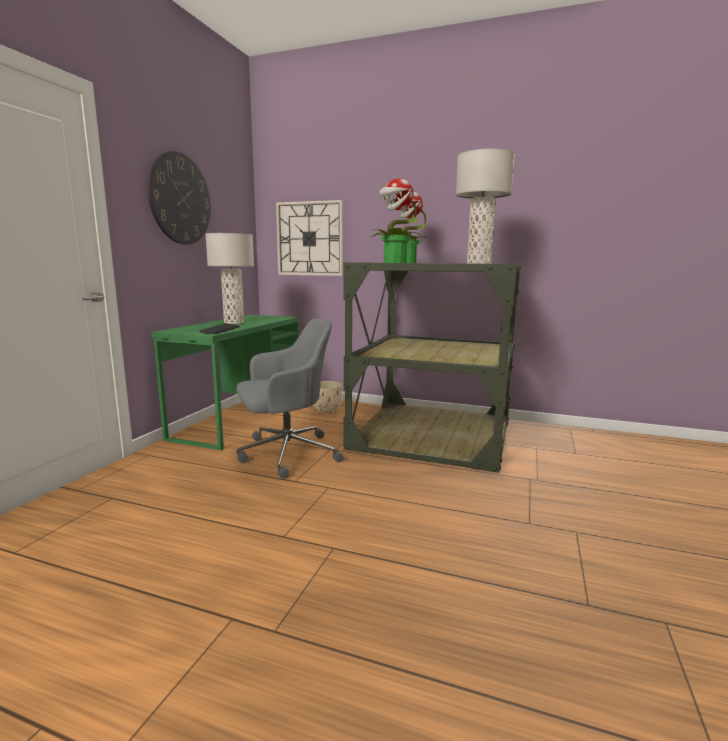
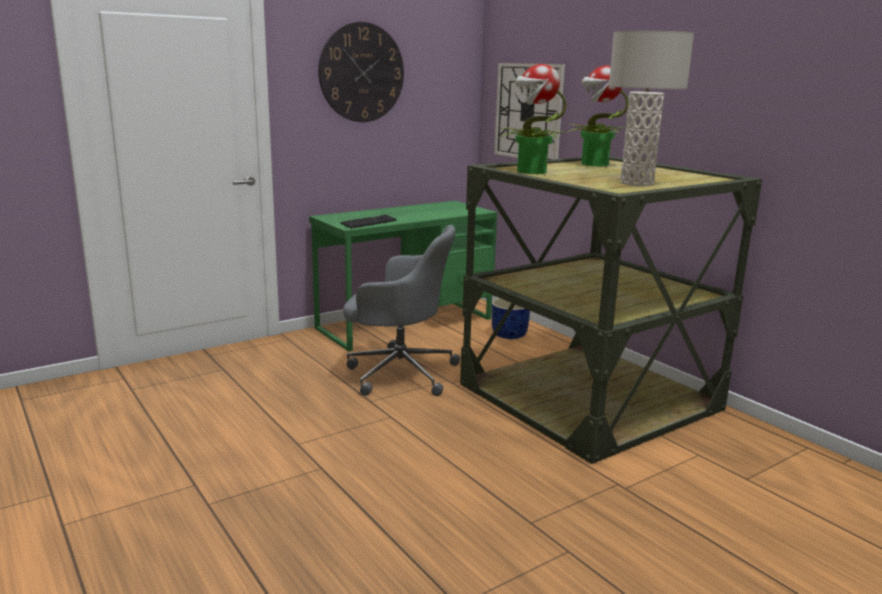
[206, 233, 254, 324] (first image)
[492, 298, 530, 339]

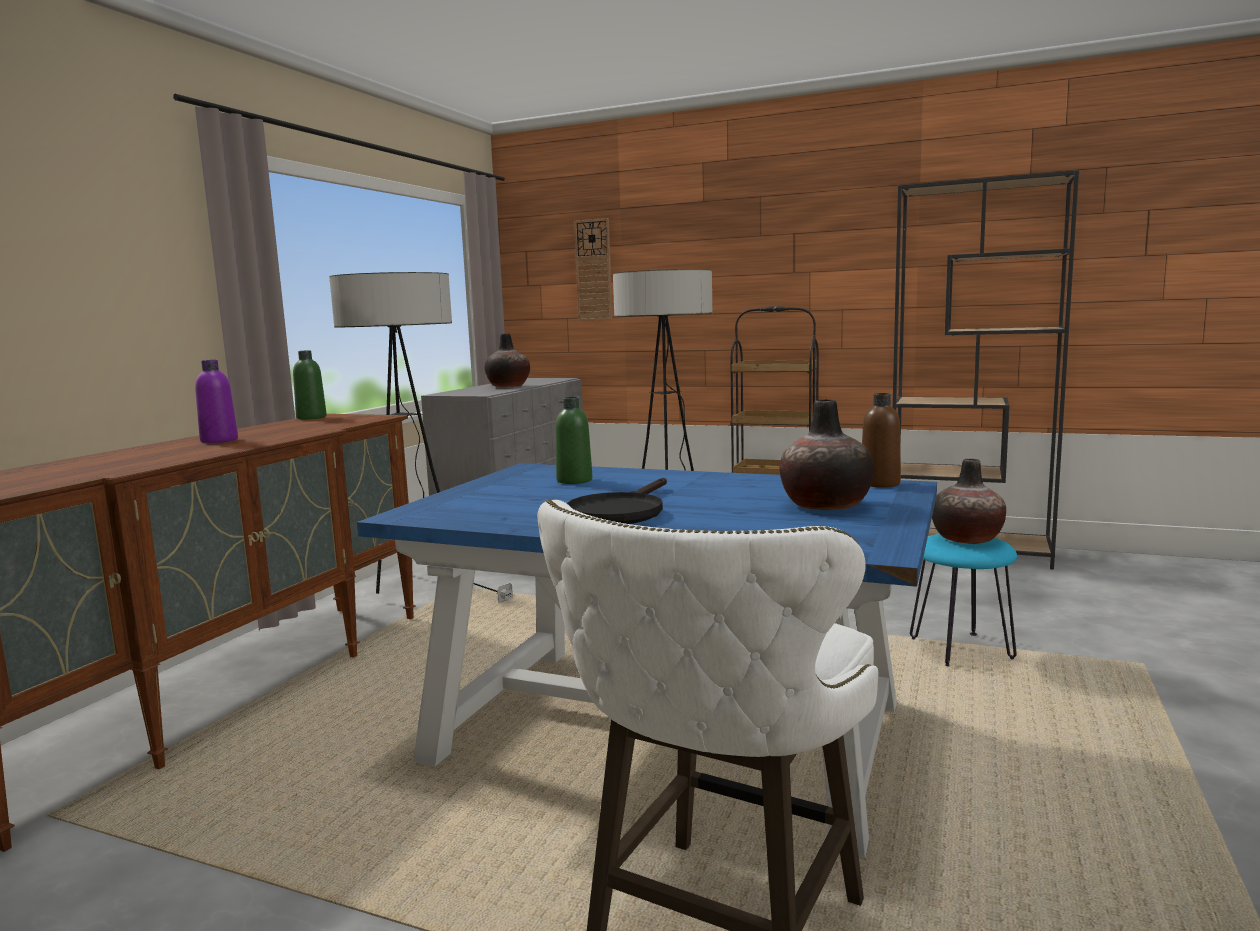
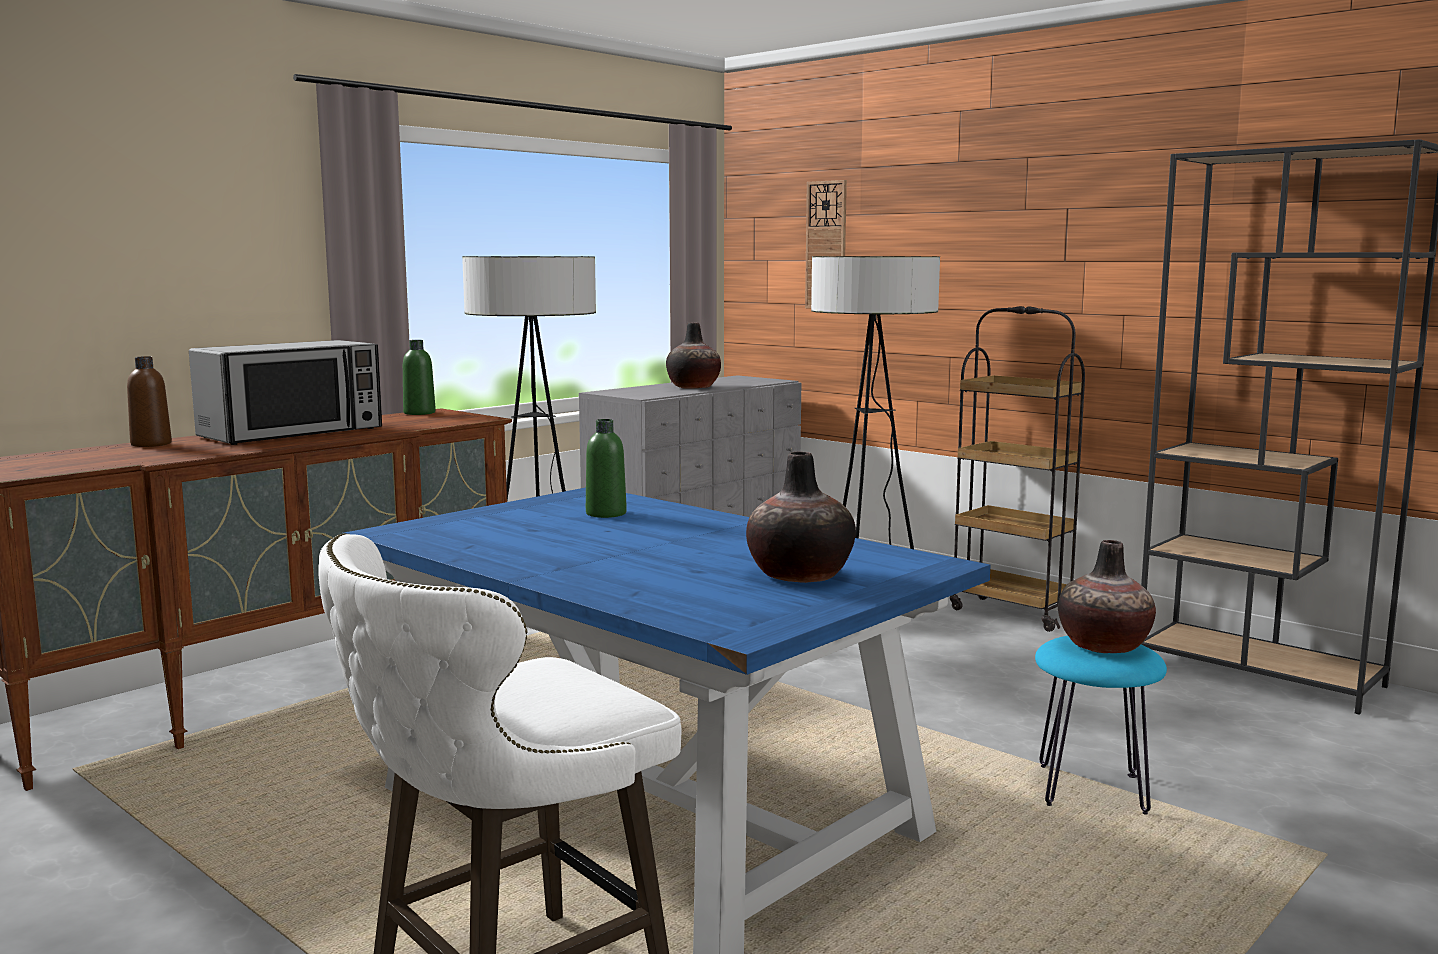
[567, 478, 667, 524] (first image)
[127, 356, 172, 447]
[189, 340, 382, 445]

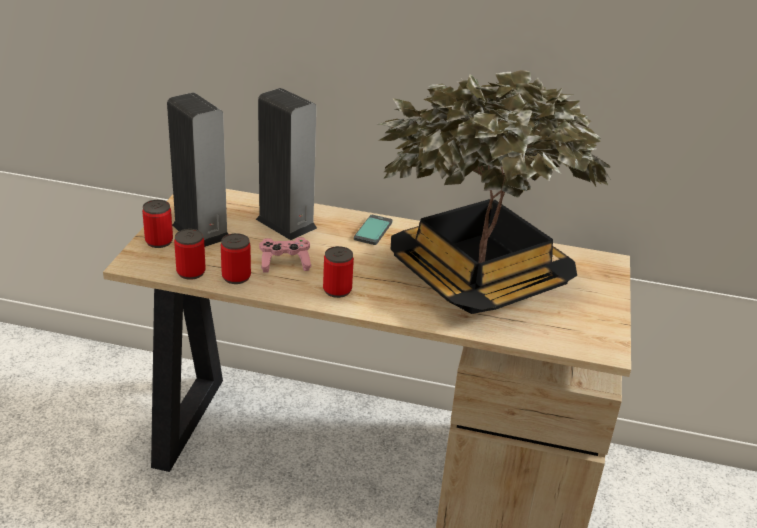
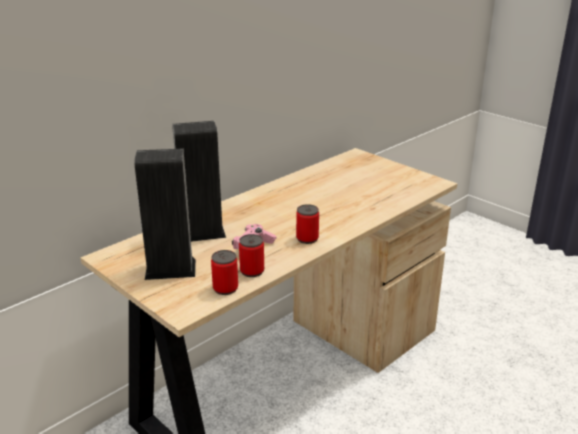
[142, 200, 173, 248] (first image)
[354, 215, 392, 245] (first image)
[378, 70, 611, 314] (first image)

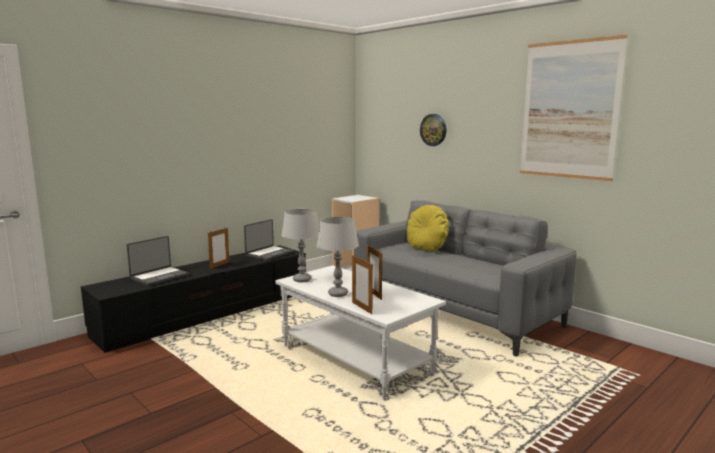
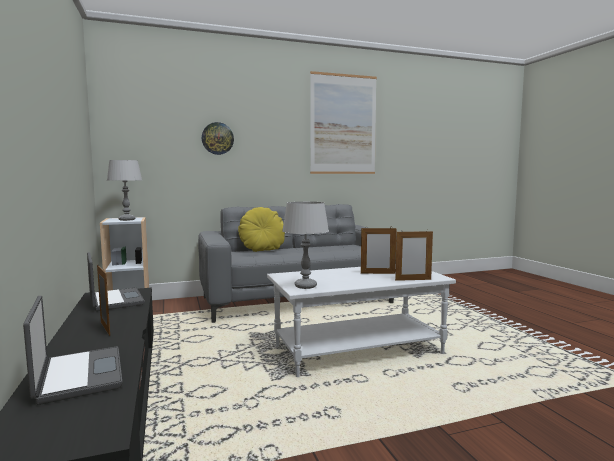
[107, 160, 142, 221]

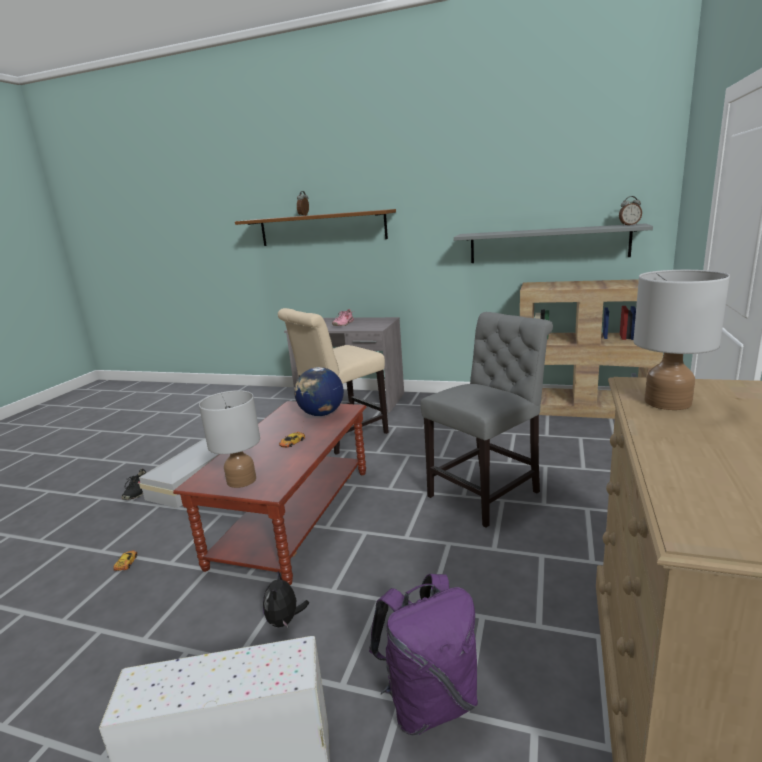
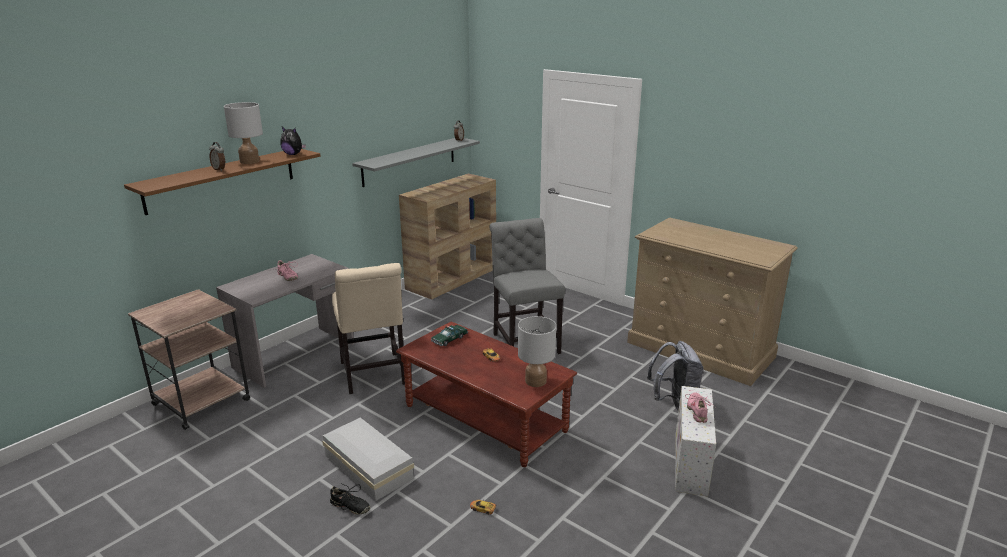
[128, 289, 251, 430]
[685, 393, 716, 423]
[280, 127, 306, 155]
[224, 102, 263, 164]
[431, 325, 468, 346]
[647, 341, 704, 411]

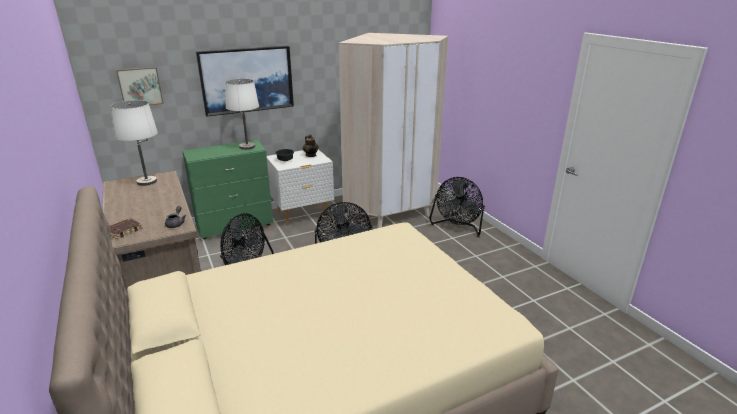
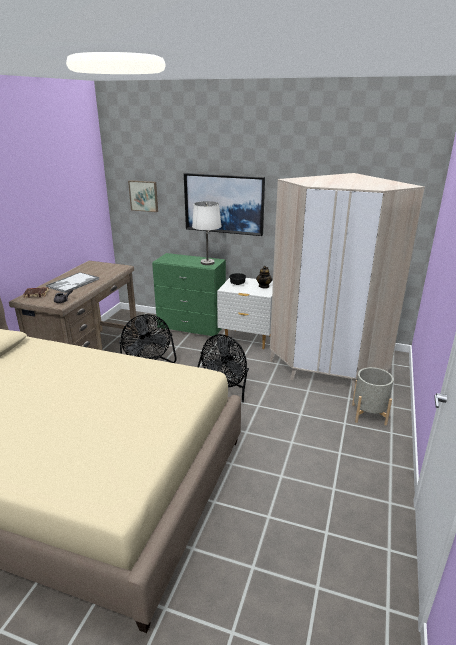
[110, 100, 158, 186] (first image)
[46, 272, 99, 293]
[352, 367, 394, 425]

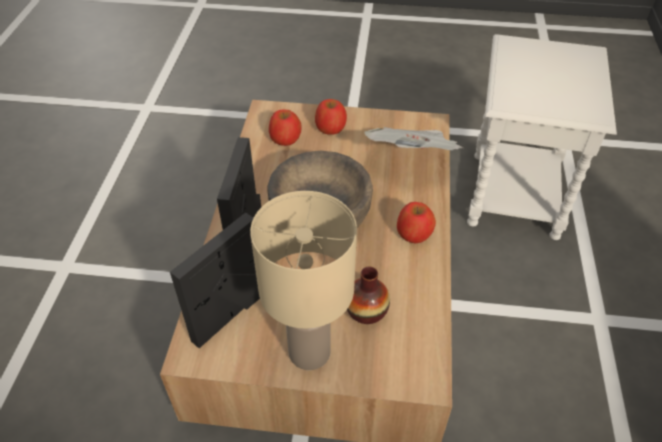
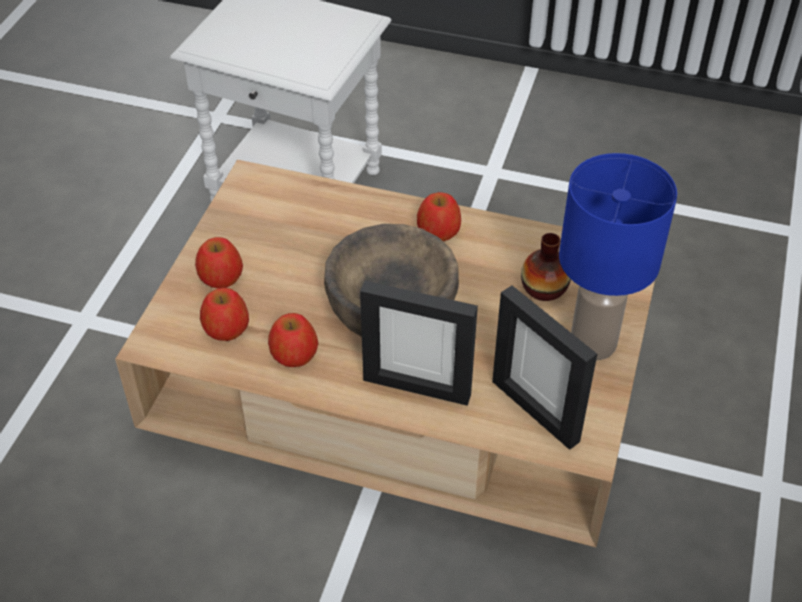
[365, 127, 463, 150] (first image)
[268, 313, 318, 367]
[559, 153, 677, 360]

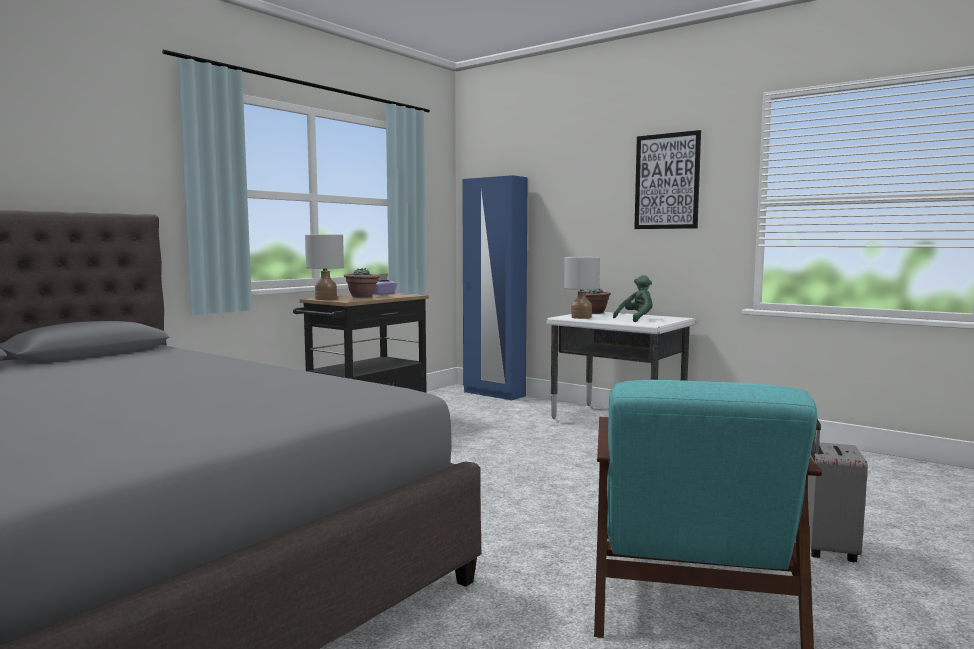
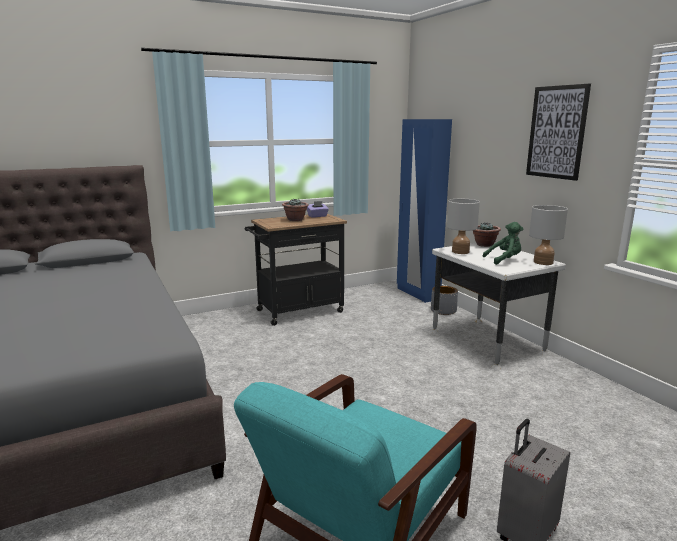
[431, 286, 458, 315]
[529, 205, 568, 265]

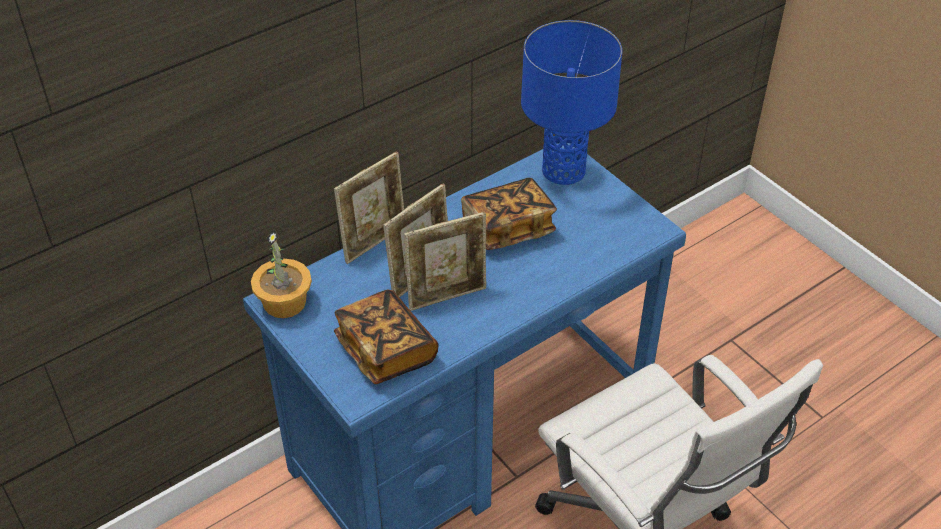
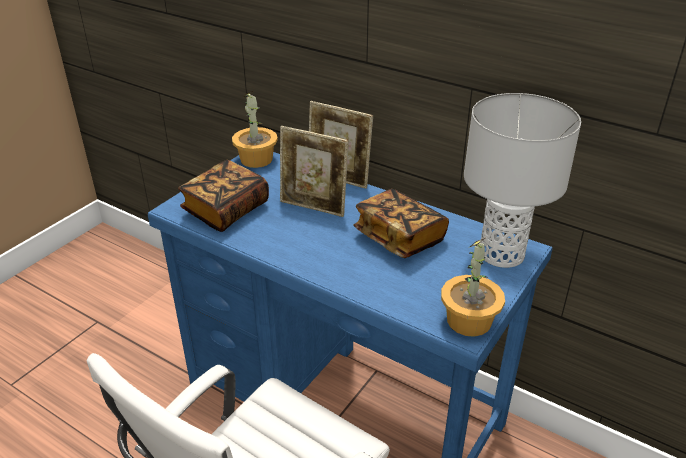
[404, 212, 486, 311] (first image)
[441, 238, 505, 337]
[464, 93, 581, 268]

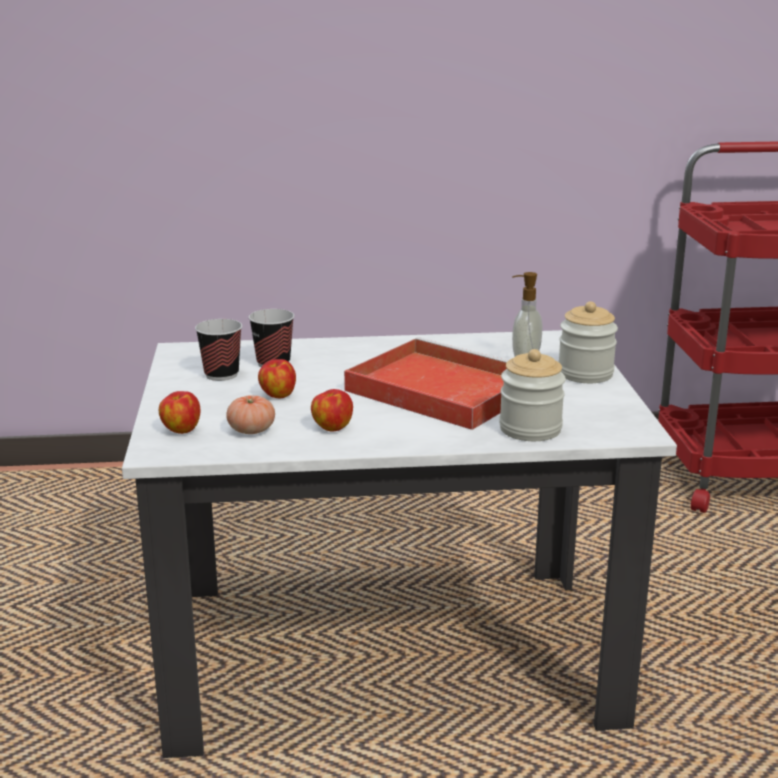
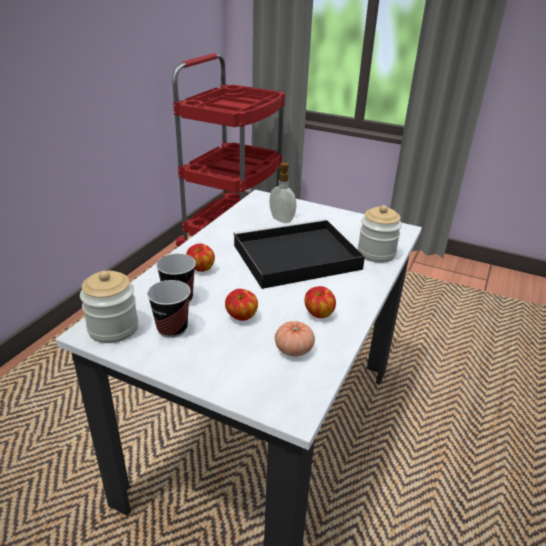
[186, 243, 215, 272]
[80, 271, 138, 343]
[233, 219, 365, 289]

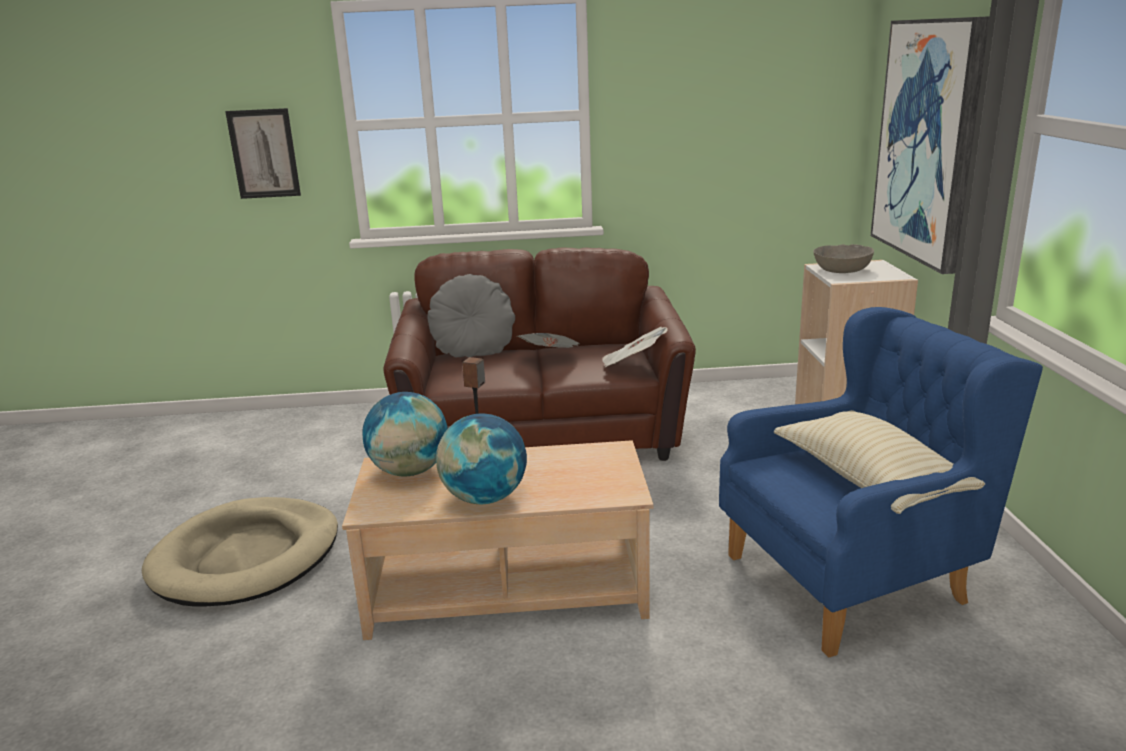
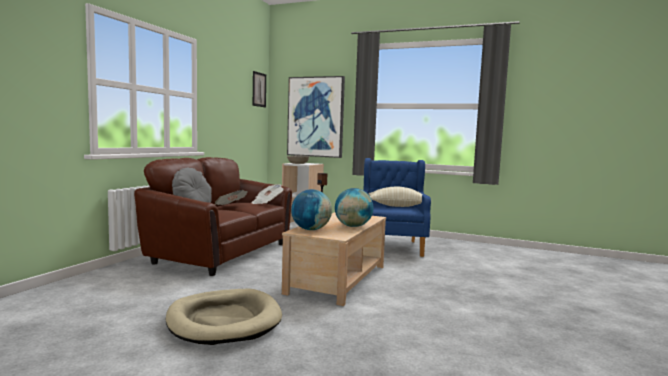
[253, 71, 266, 107]

